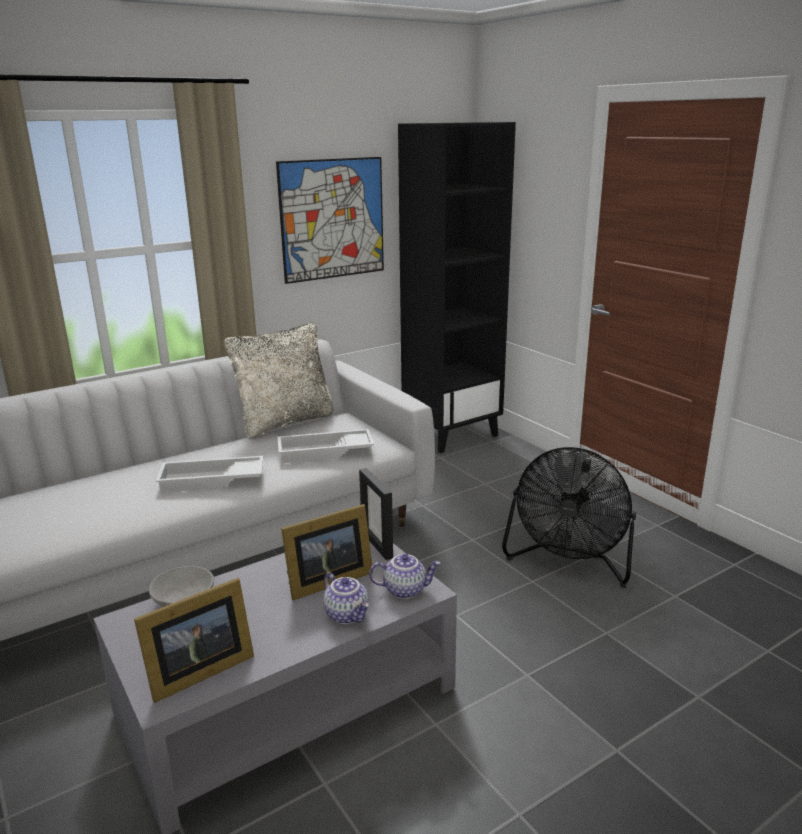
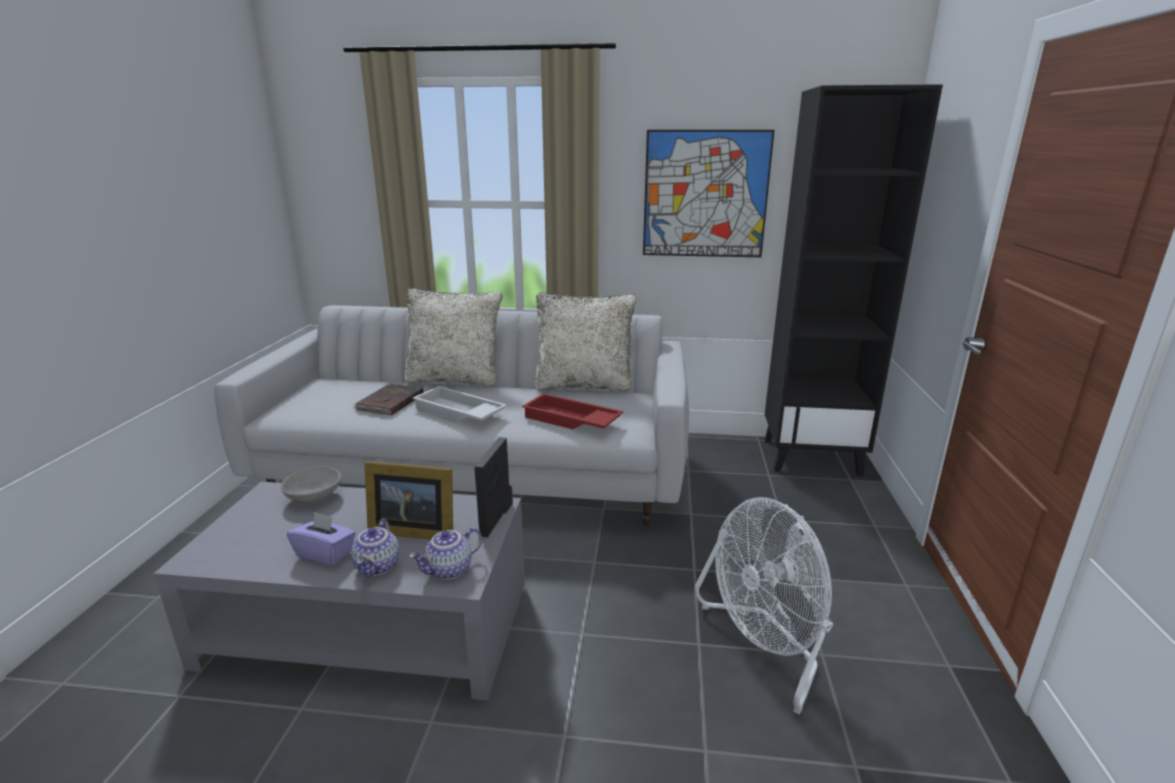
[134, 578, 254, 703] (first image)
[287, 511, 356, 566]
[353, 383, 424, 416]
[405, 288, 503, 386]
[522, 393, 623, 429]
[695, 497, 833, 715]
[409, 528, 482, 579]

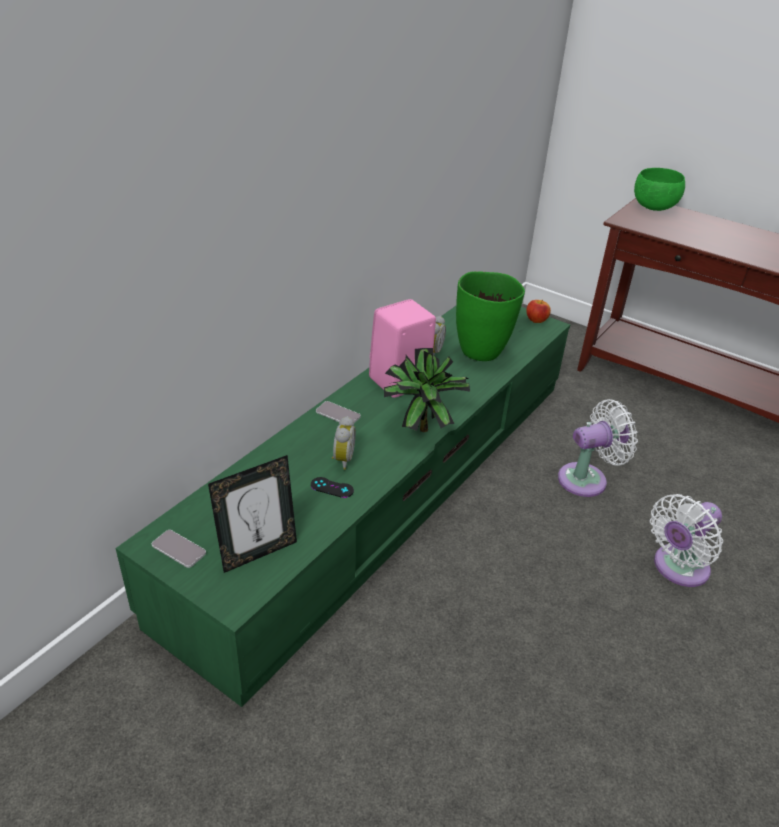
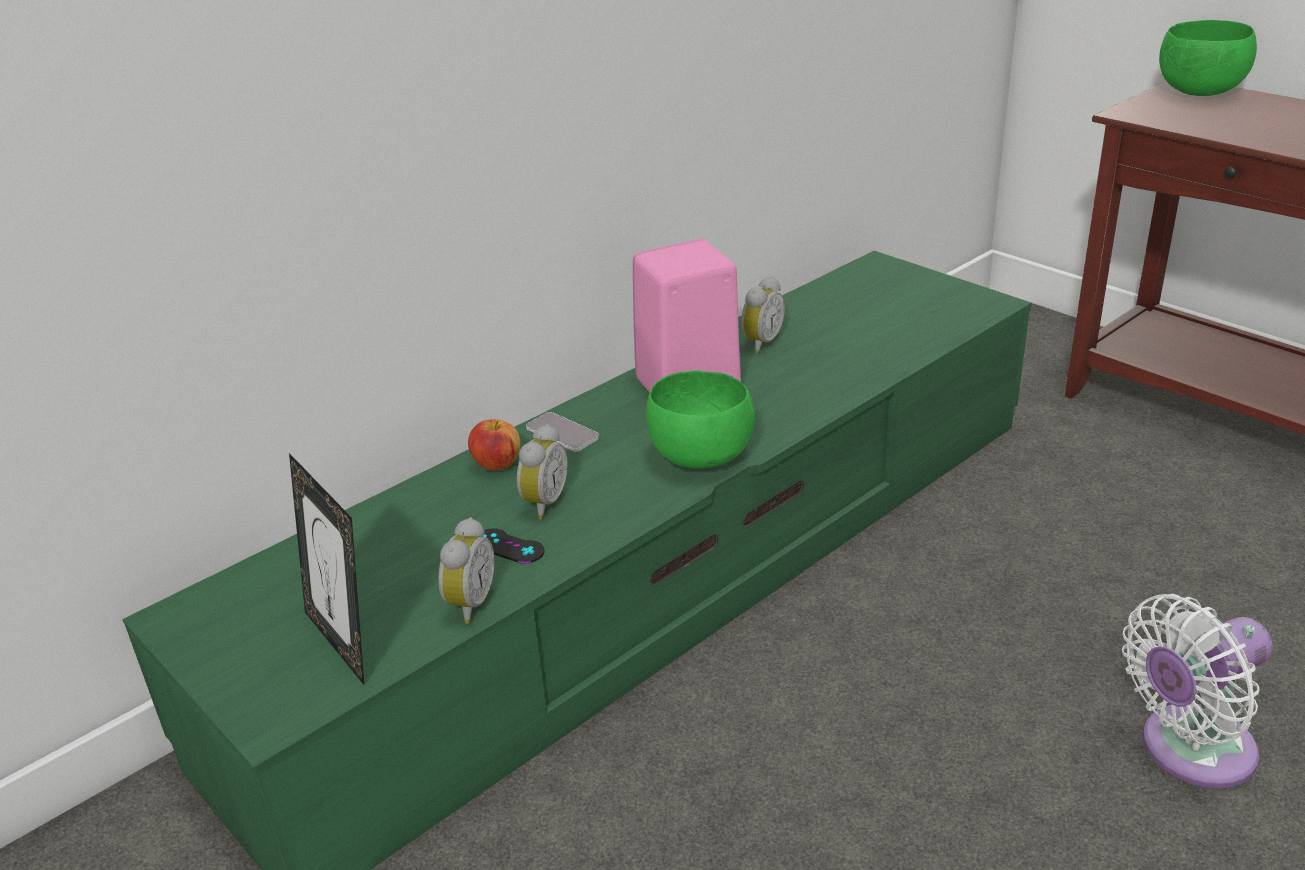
[152, 530, 206, 568] (first image)
[456, 271, 525, 361] (first image)
[558, 399, 638, 497] (first image)
[438, 517, 495, 624]
[468, 419, 520, 471]
[646, 371, 755, 469]
[289, 453, 364, 685]

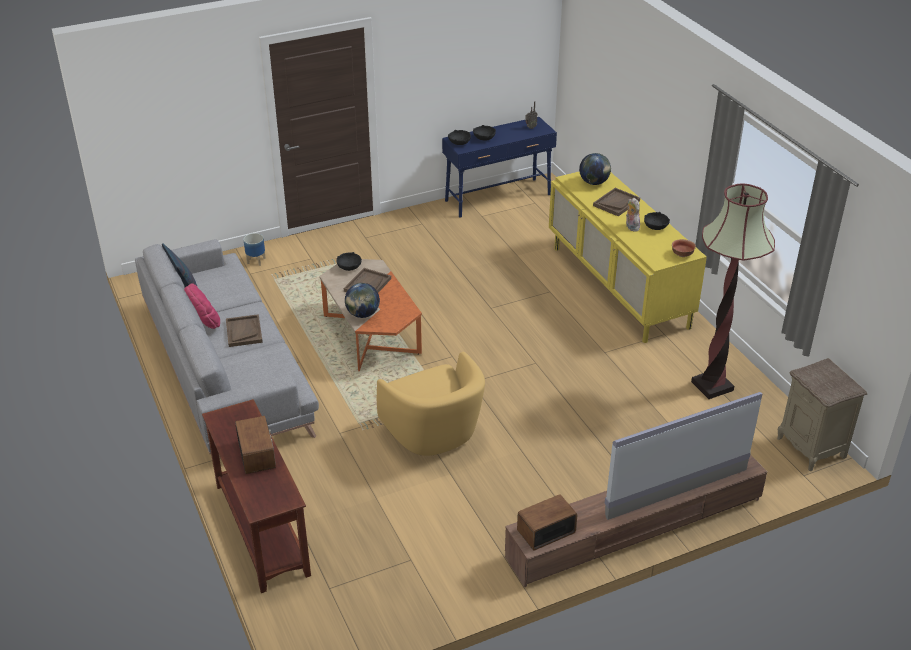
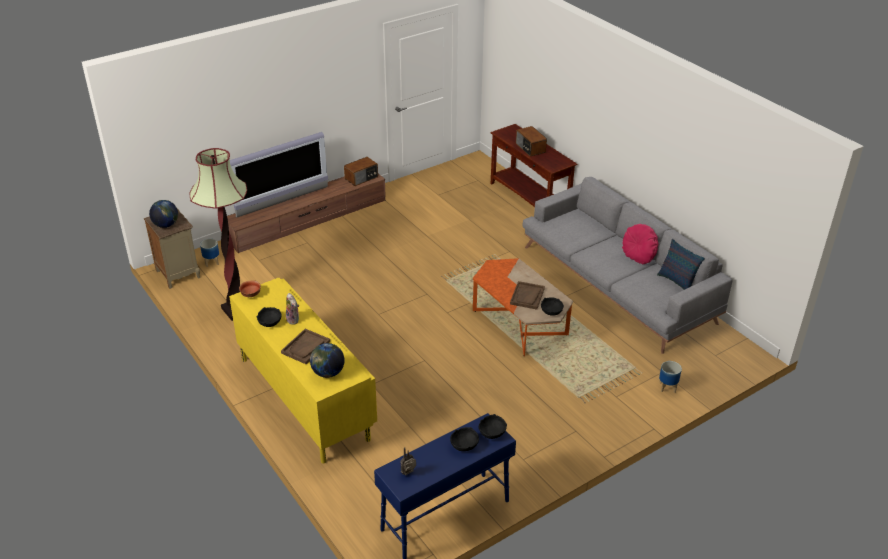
[226, 314, 263, 347] (first image)
[377, 352, 485, 456] (first image)
[200, 239, 219, 267]
[149, 200, 178, 228]

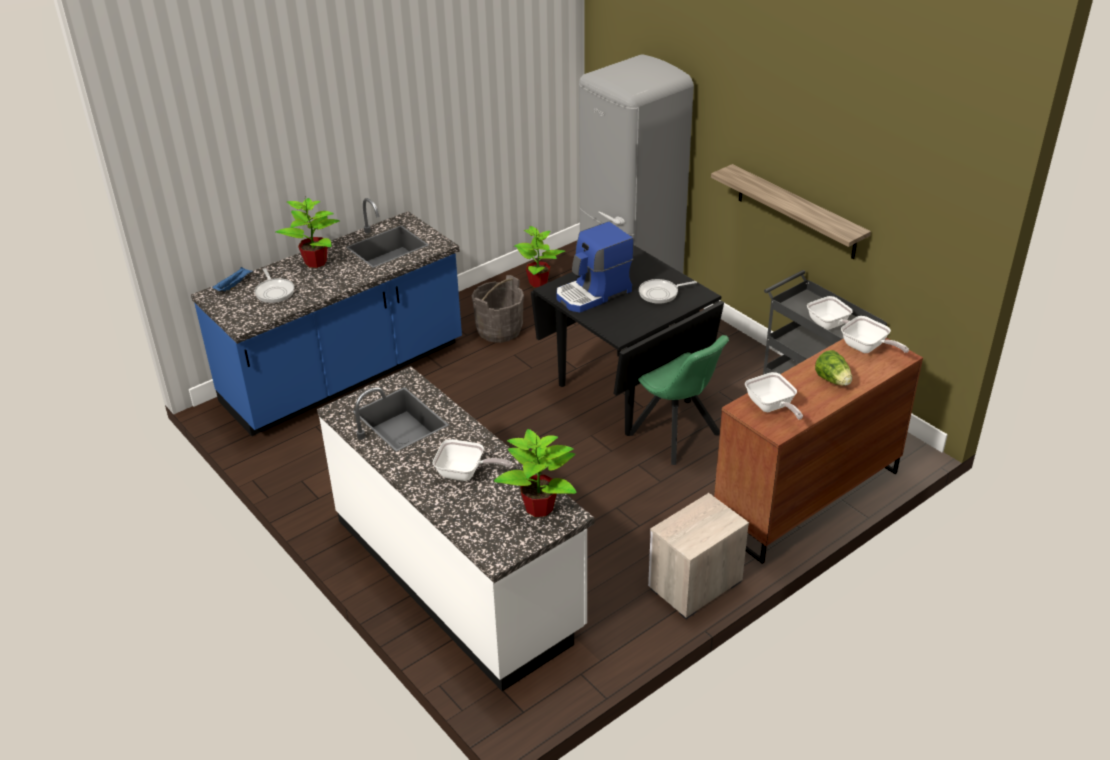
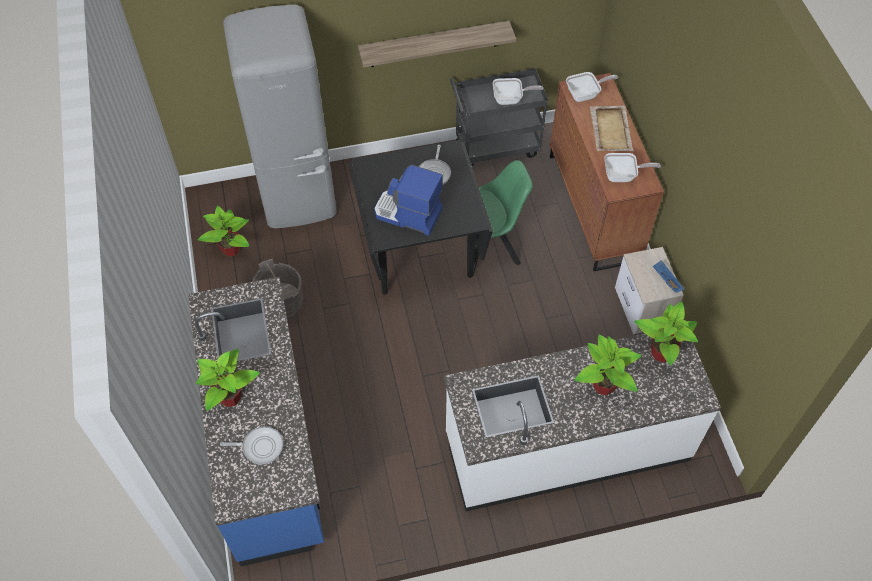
[653, 260, 684, 293]
[575, 334, 641, 395]
[590, 105, 634, 151]
[374, 165, 443, 236]

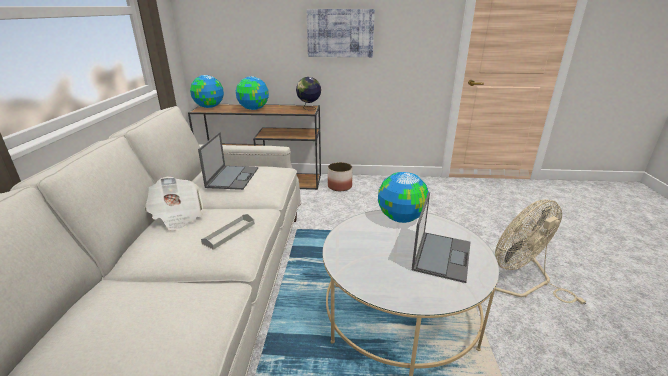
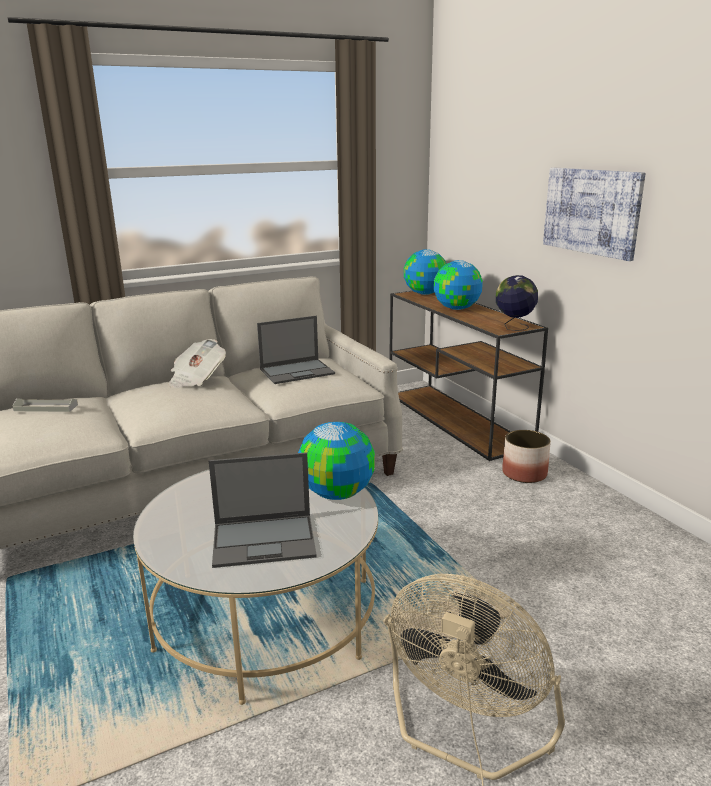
[13, 398, 78, 412]

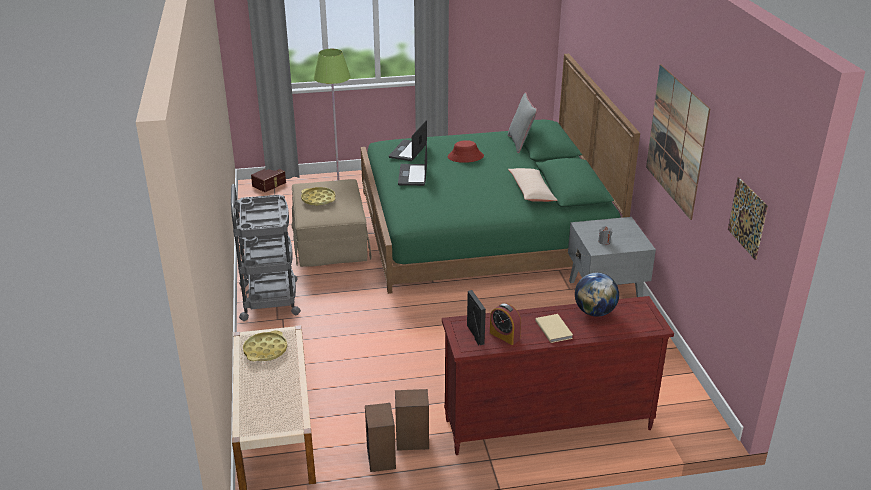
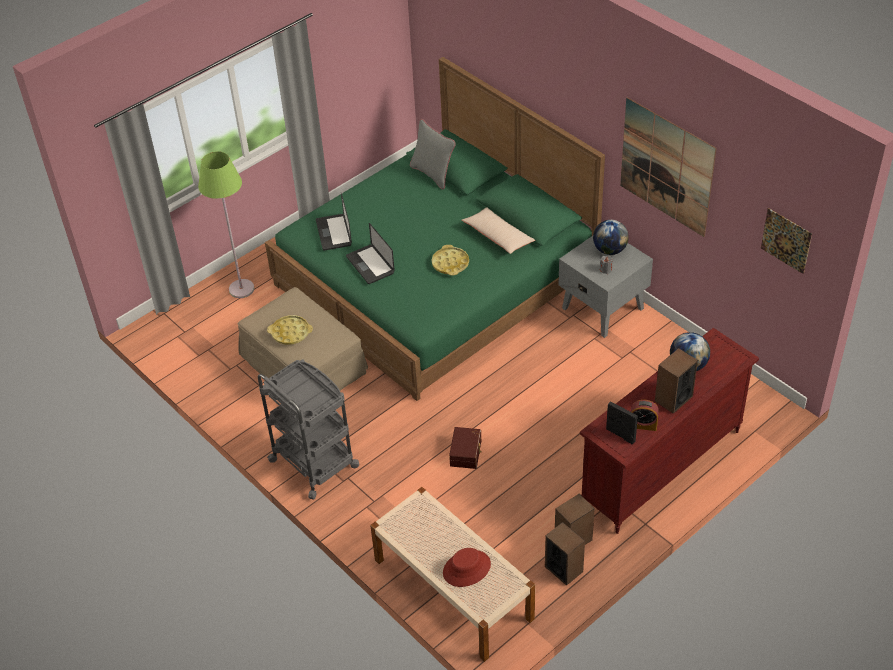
[593, 220, 629, 255]
[432, 245, 469, 276]
[449, 427, 482, 469]
[443, 548, 491, 587]
[655, 348, 698, 414]

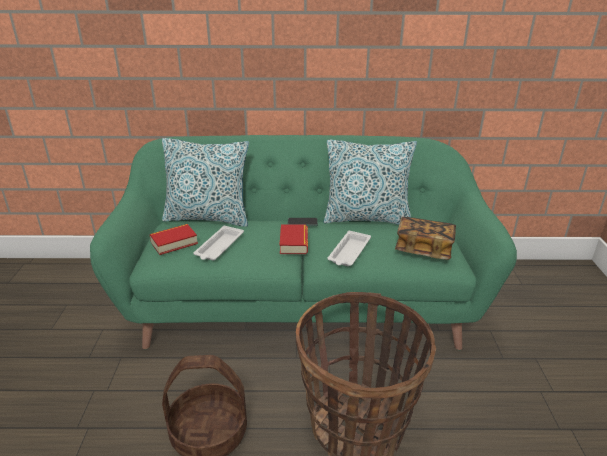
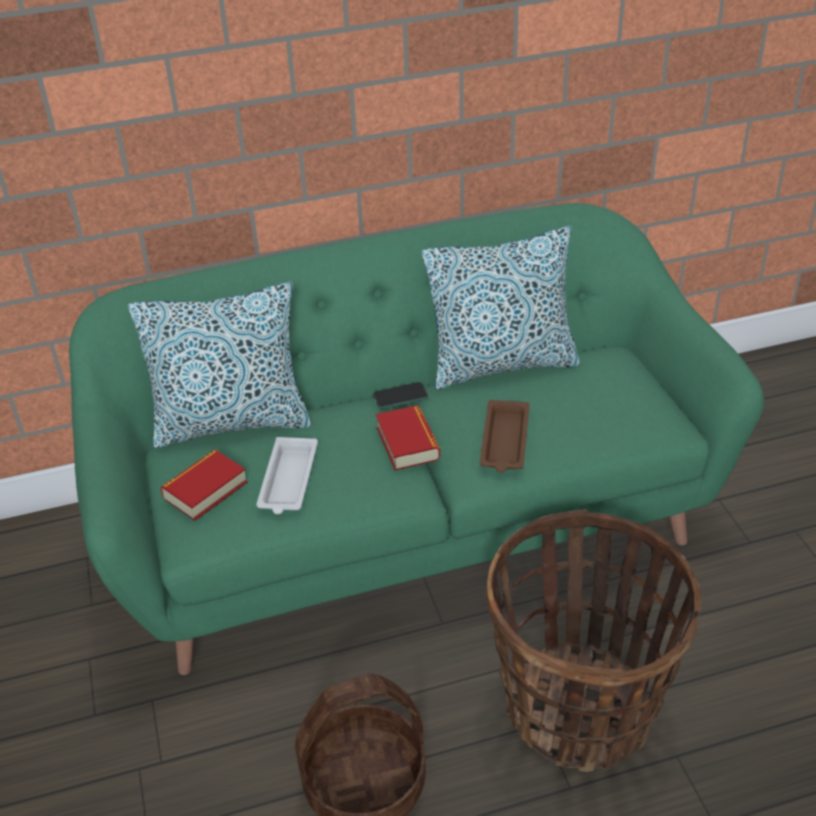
[395, 217, 456, 260] (first image)
[480, 400, 530, 472]

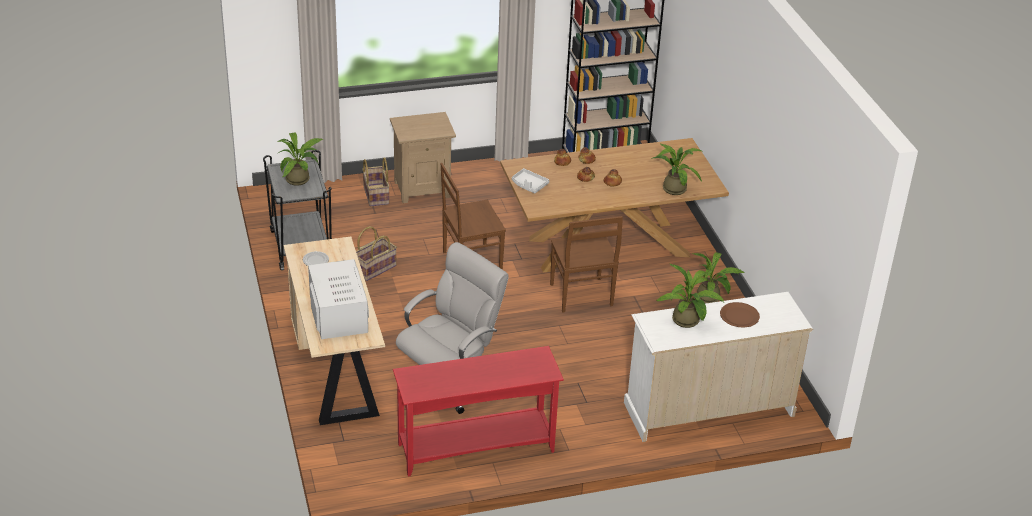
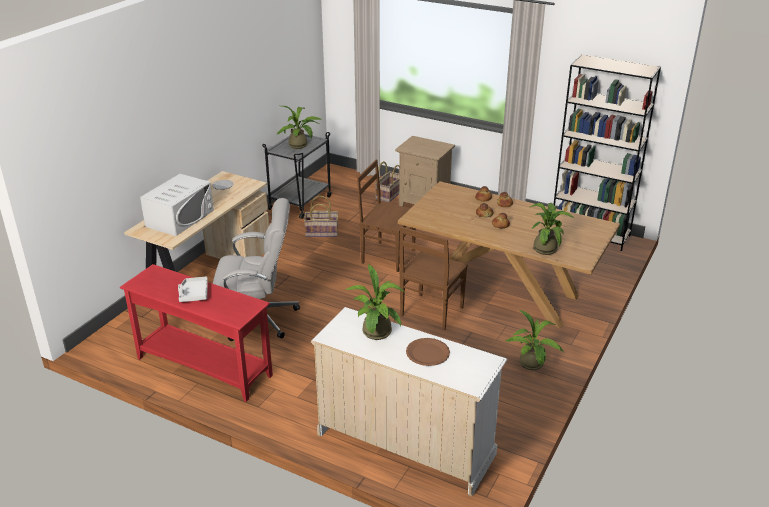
[178, 277, 208, 302]

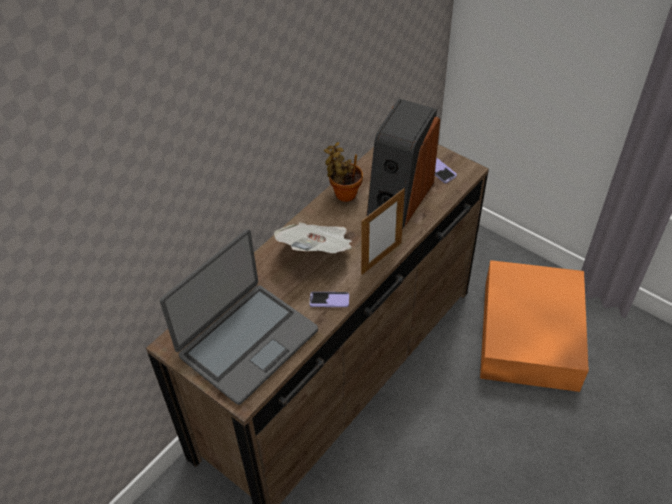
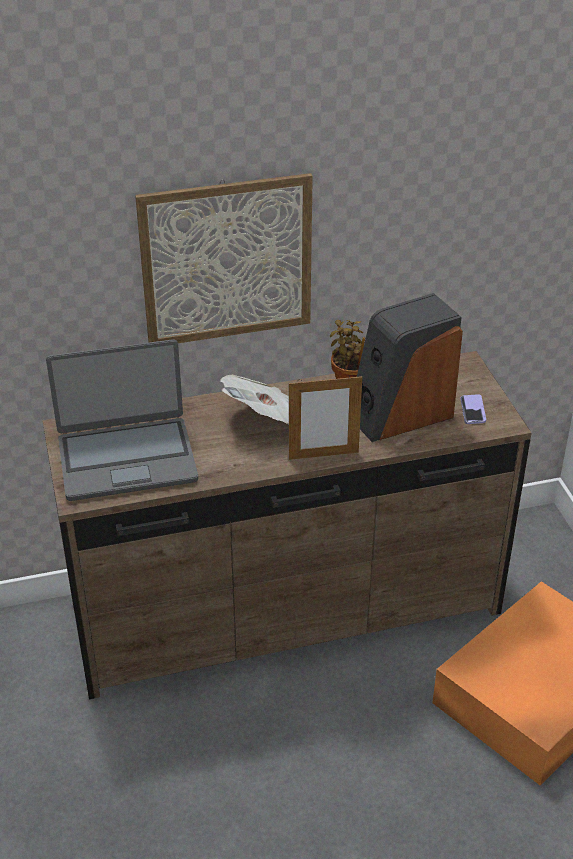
[309, 292, 349, 307] (first image)
[135, 173, 313, 343]

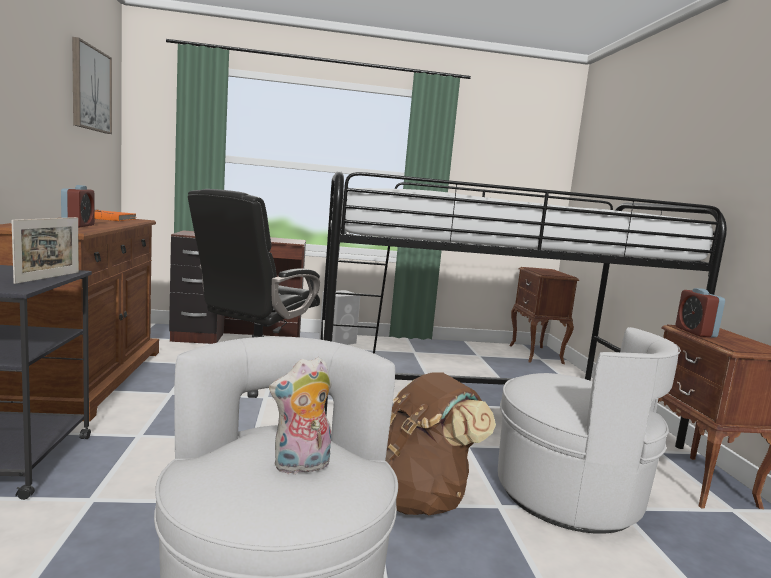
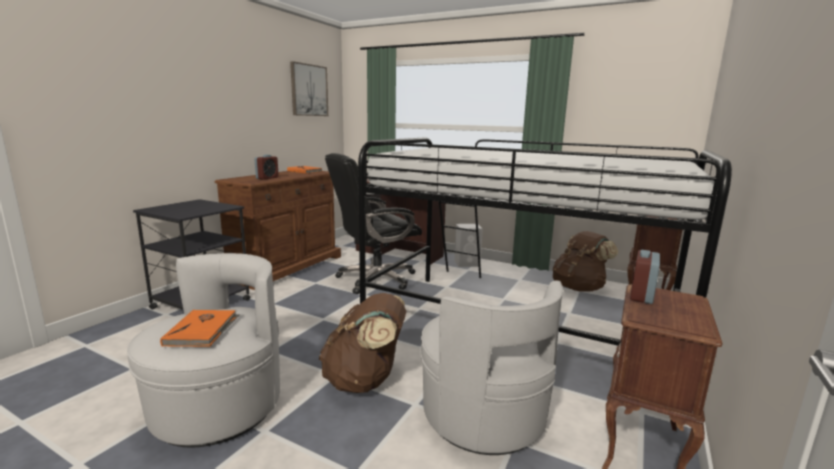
[11, 217, 79, 284] (first image)
[553, 231, 618, 292]
[160, 310, 239, 347]

